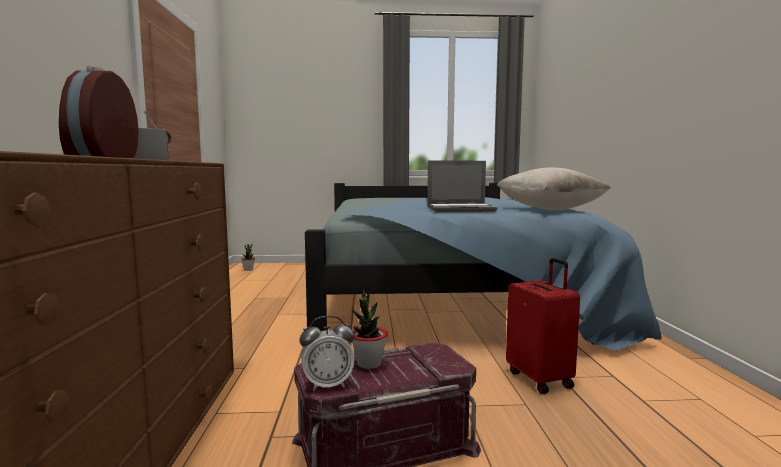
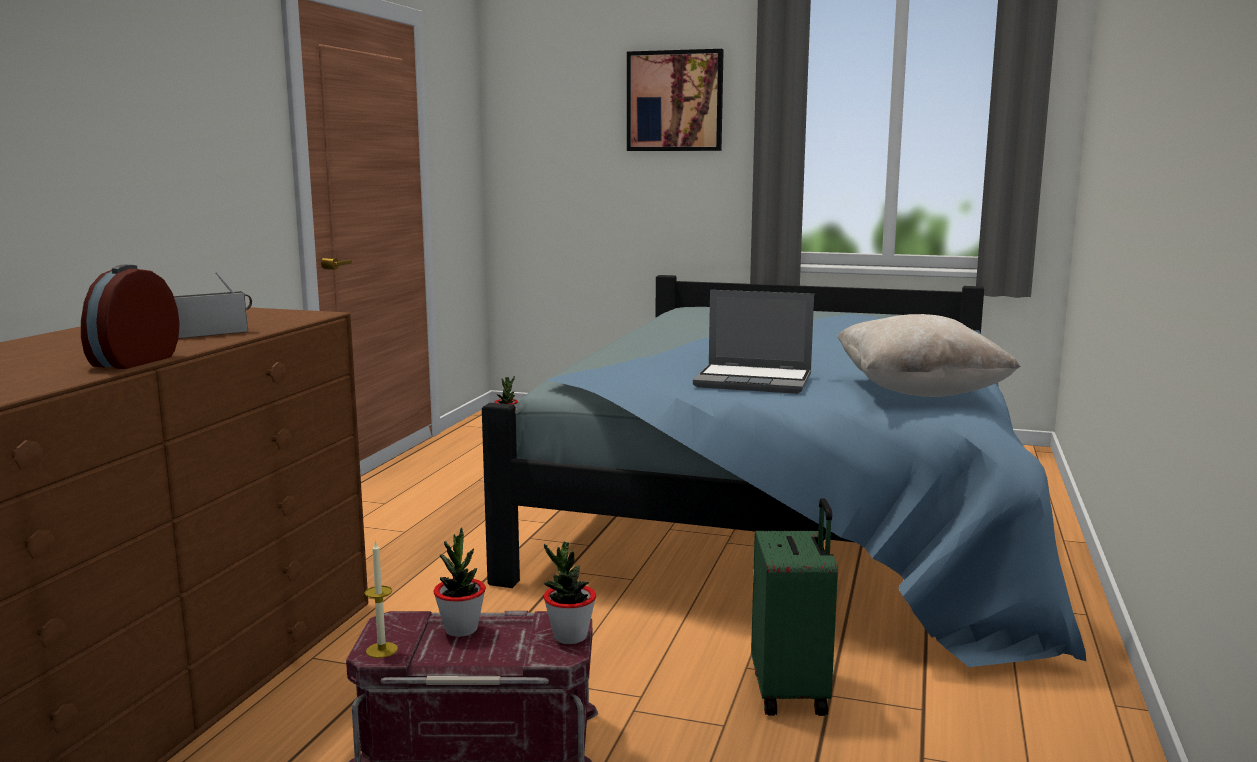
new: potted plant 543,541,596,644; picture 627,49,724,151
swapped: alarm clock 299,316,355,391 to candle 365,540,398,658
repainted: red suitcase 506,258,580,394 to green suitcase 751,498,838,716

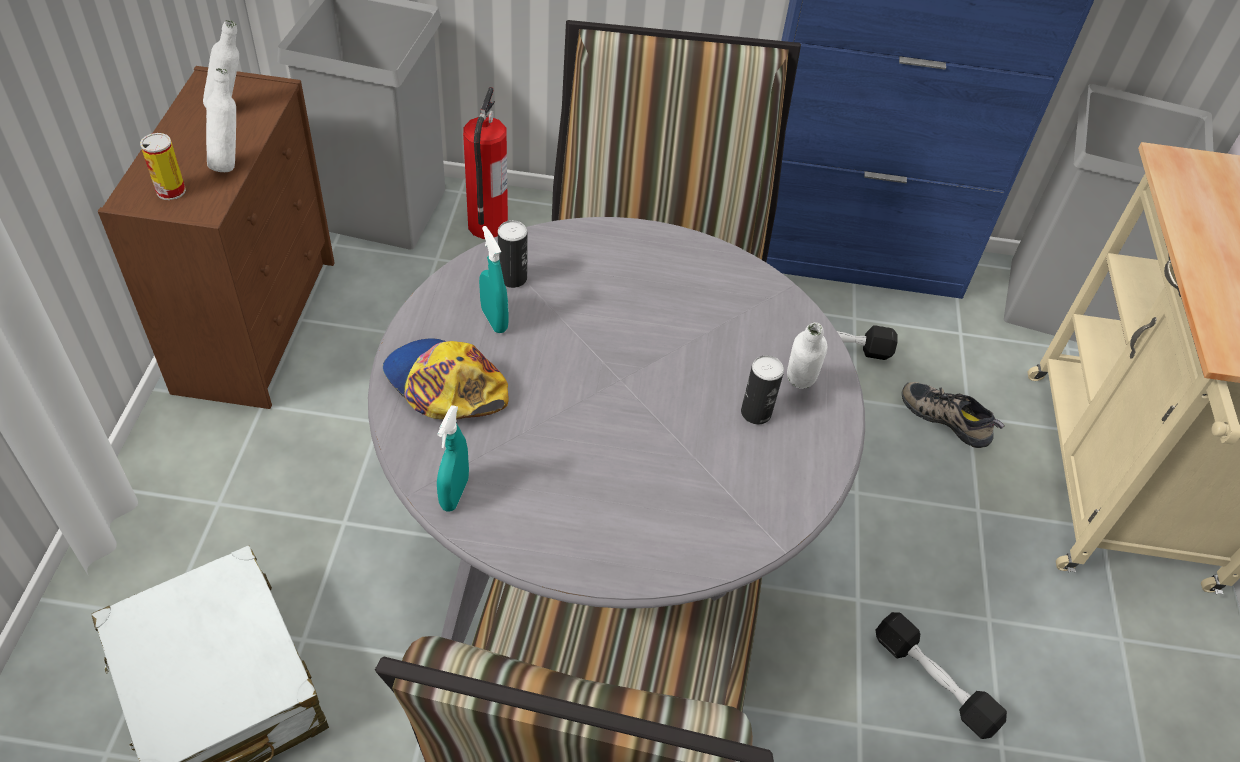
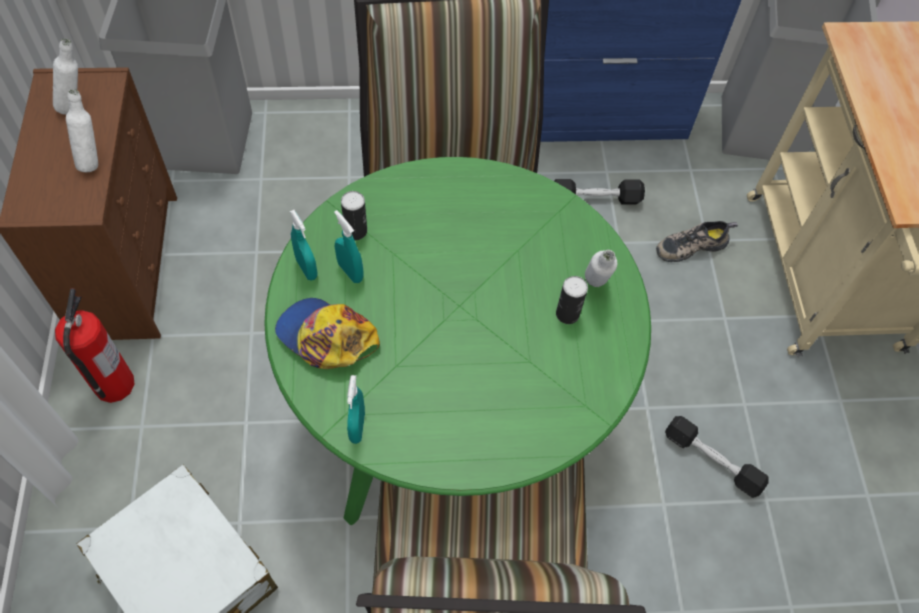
gone: can 140,133,186,200
new: turquoise spray bottle 290,210,318,281
shifted: fire extinguisher 463,87,508,239 to 55,288,135,403
repainted: grey dining table 368,217,865,643 to green dining table 264,157,651,525
rotated: shoe 902,382,1004,448 = 656,221,738,262 45 degrees counterclockwise

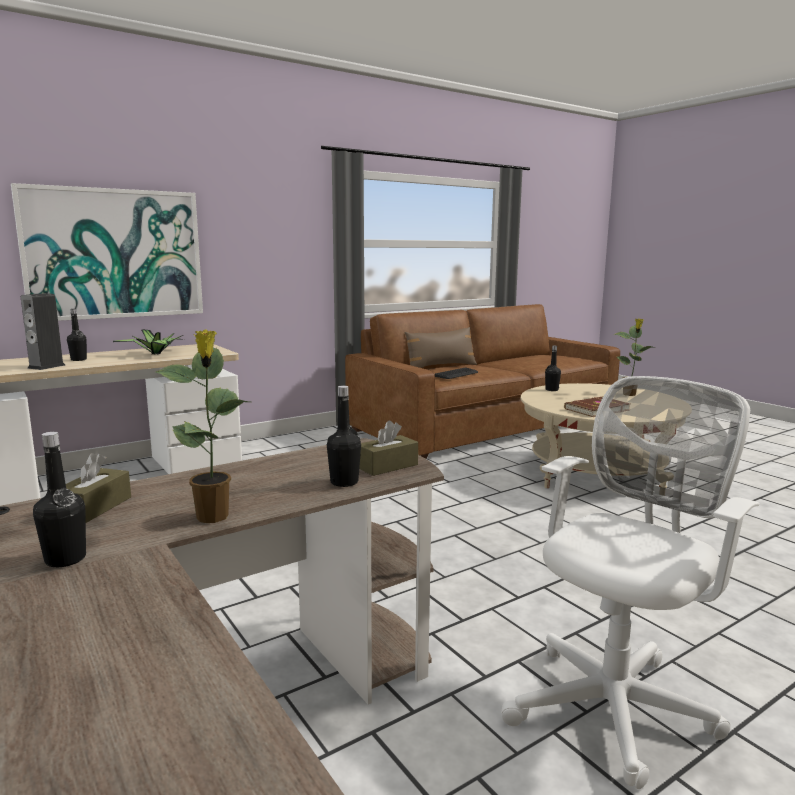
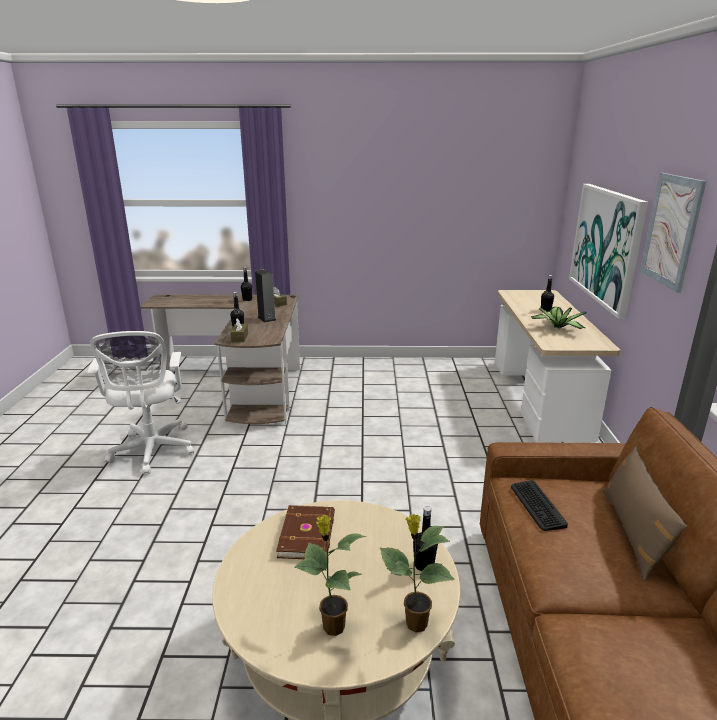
new: picture 640,173,706,293
shifted: speaker 21,293,65,370 to 255,269,277,323; potted plant 156,330,250,523 to 380,514,455,633

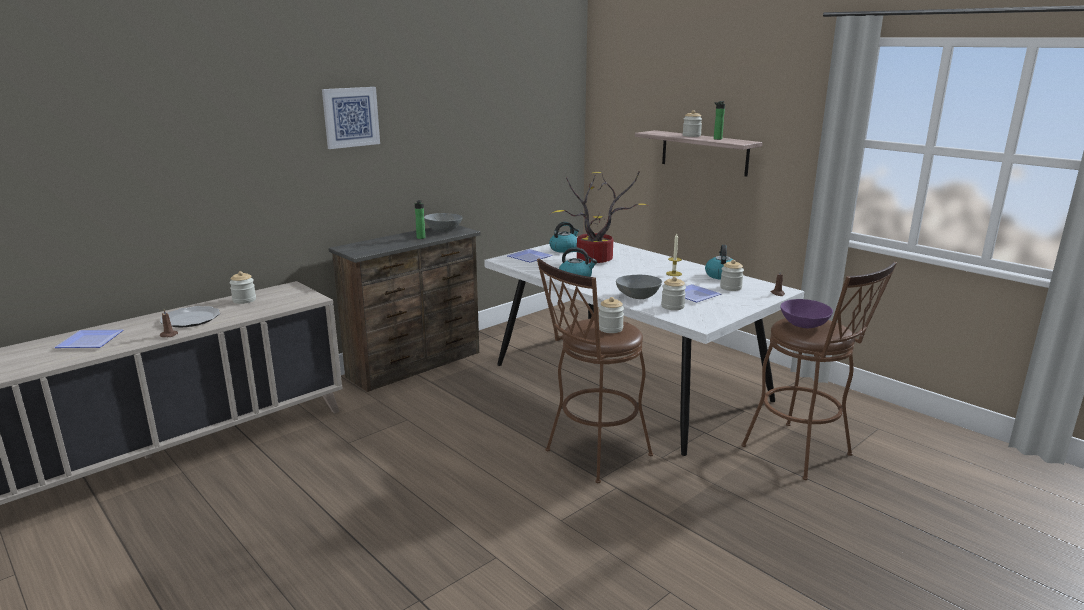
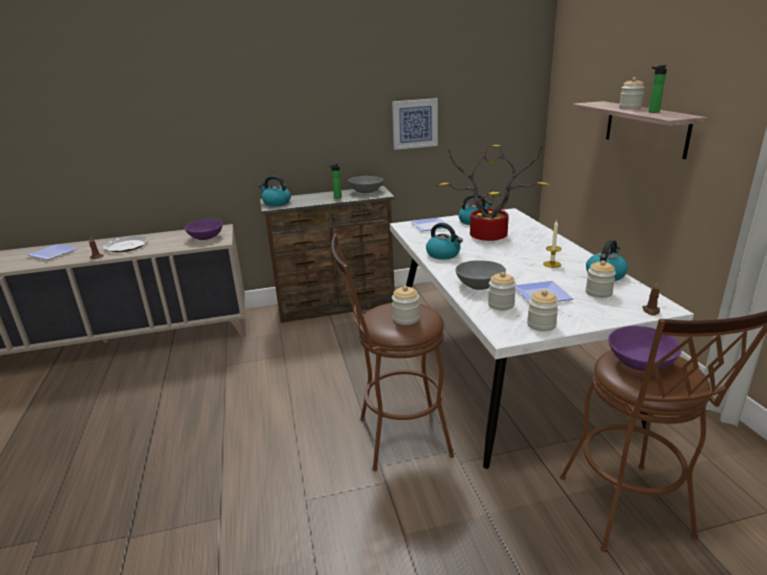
new: purple bowl 184,219,223,240; kettle 259,176,291,206
shifted: jar 230,271,256,304 to 527,290,559,331; picture 322,87,380,149 to 392,98,438,150

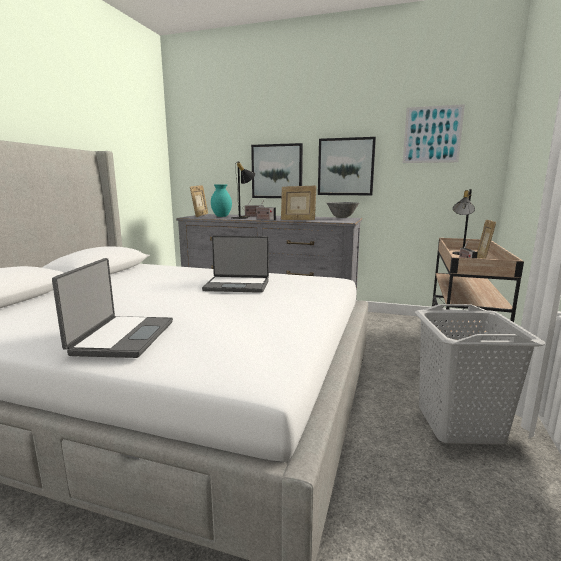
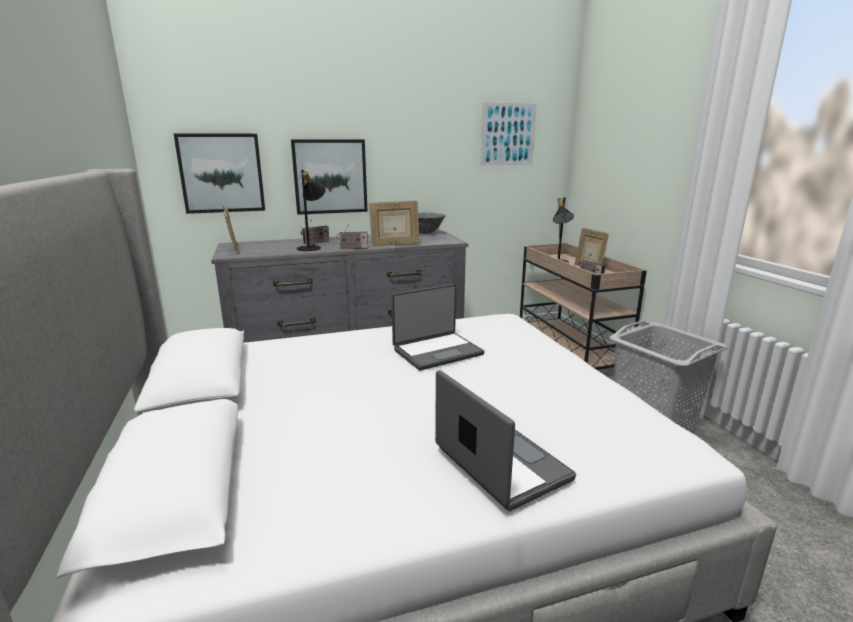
gone: turquoise vase 211,185,232,217
shifted: picture 318,137,376,195 to 173,133,265,214

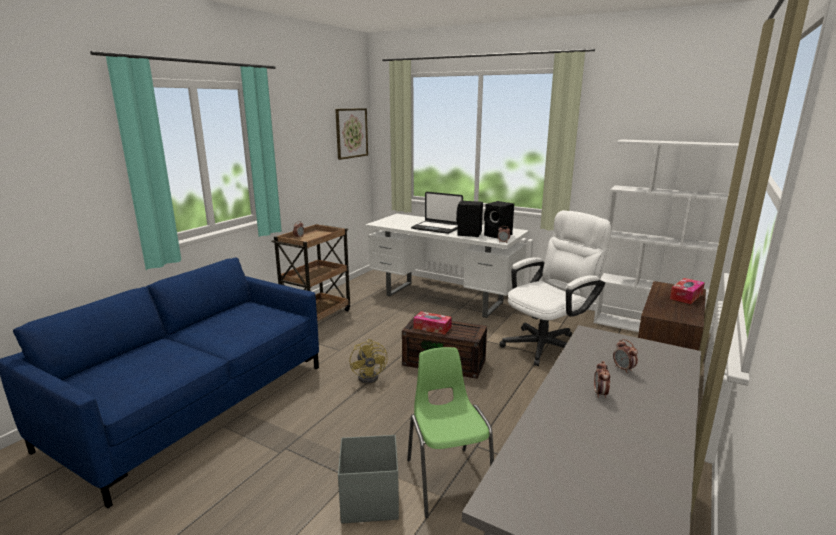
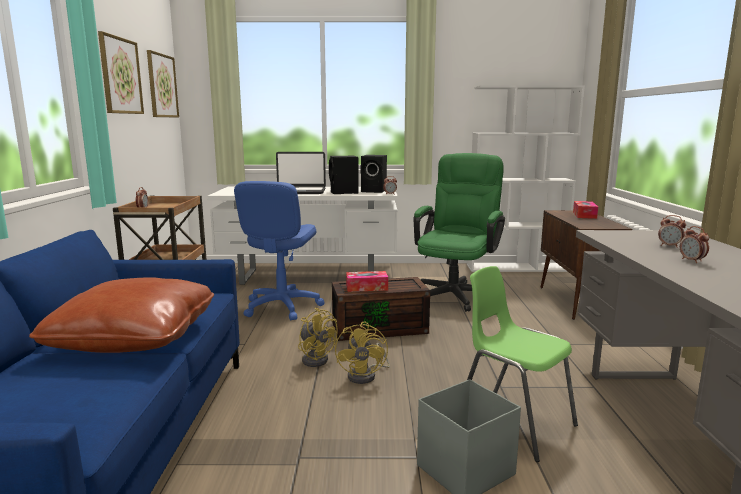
new: brown pillow 29,278,214,353; picture 98,31,144,114; blue office chair 234,181,324,320; yellow fan 335,321,390,384
repainted: white office chair 499,210,611,366 to green office chair 413,153,505,312

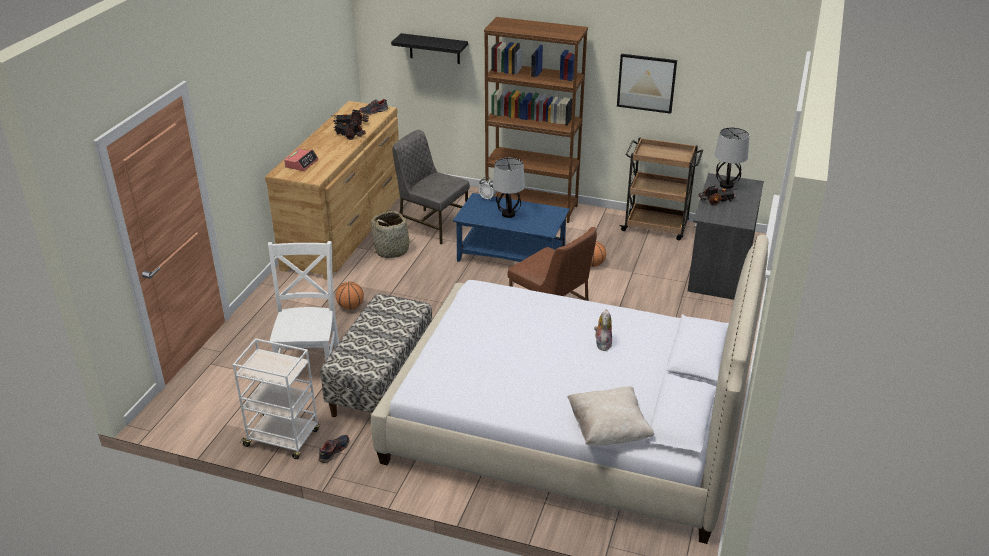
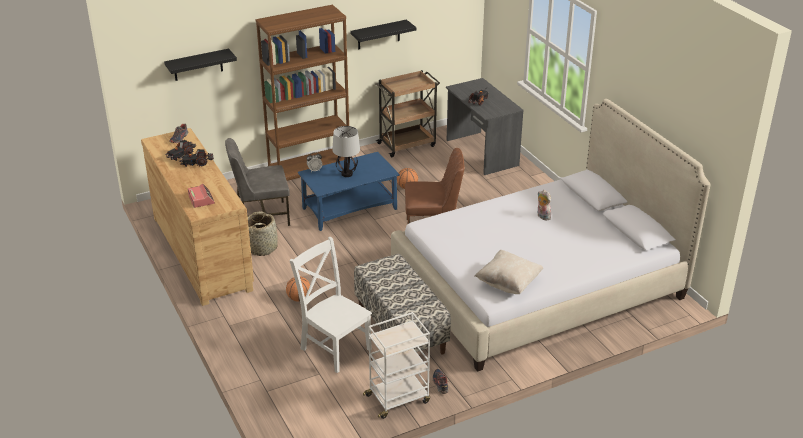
gone: table lamp 715,127,749,189
shifted: beige pillow 567,386,654,446 to 475,250,543,294
swapped: picture 617,54,677,114 to black shelf 350,20,416,49

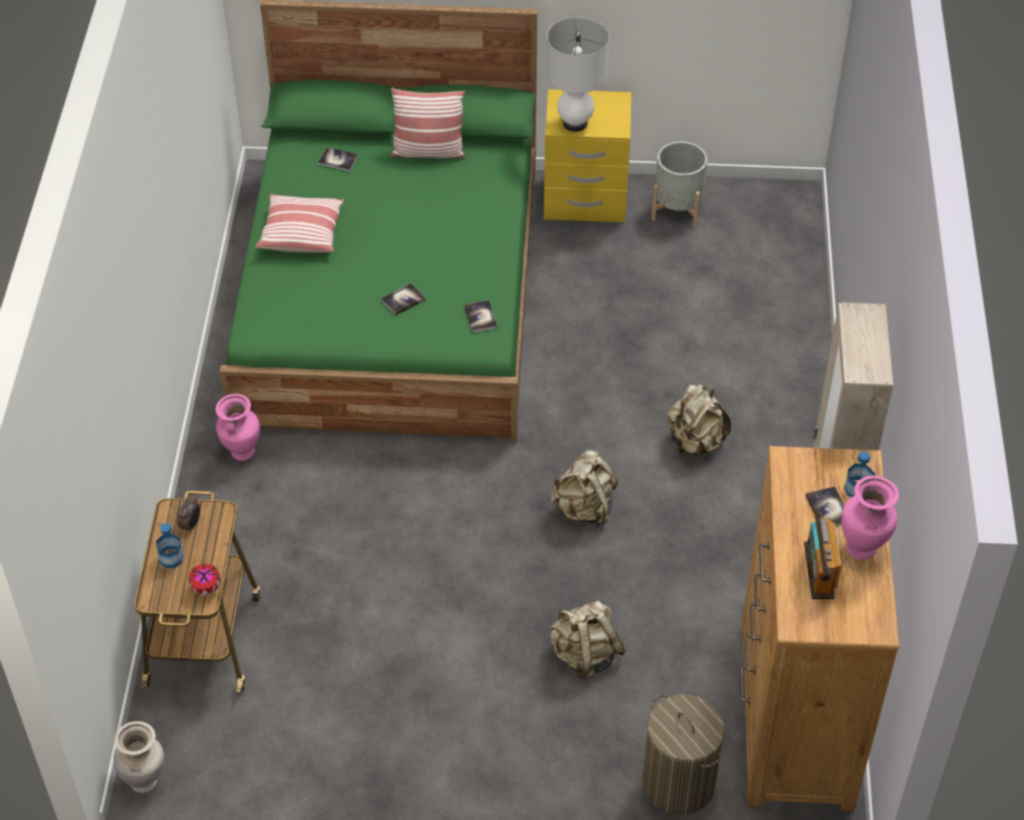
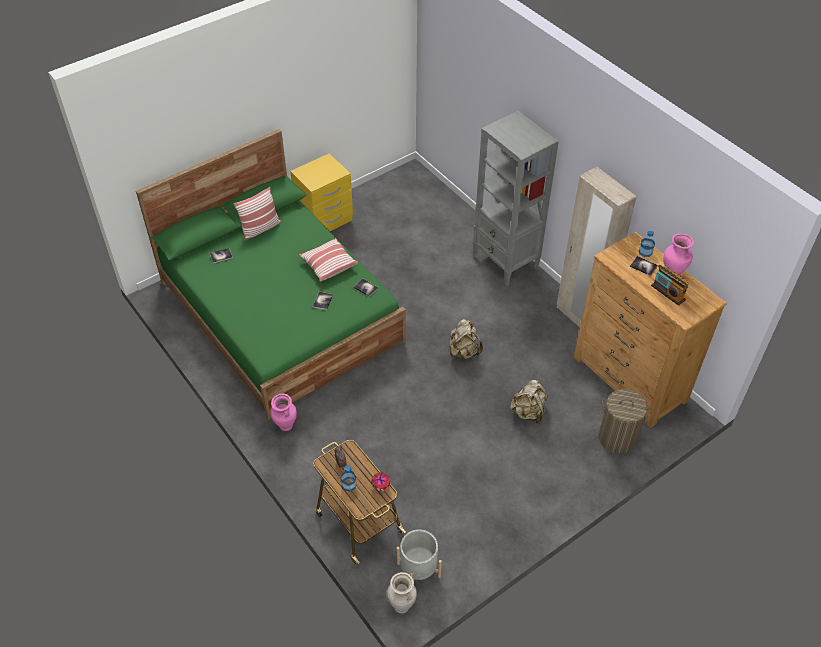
gone: white table lamp 546,17,609,132; beige backpack 667,384,731,456
new: grey bookcase 473,111,559,286
shifted: pillow 255,194,344,253 to 299,238,358,282; grey planter 651,141,707,228 to 397,530,442,580

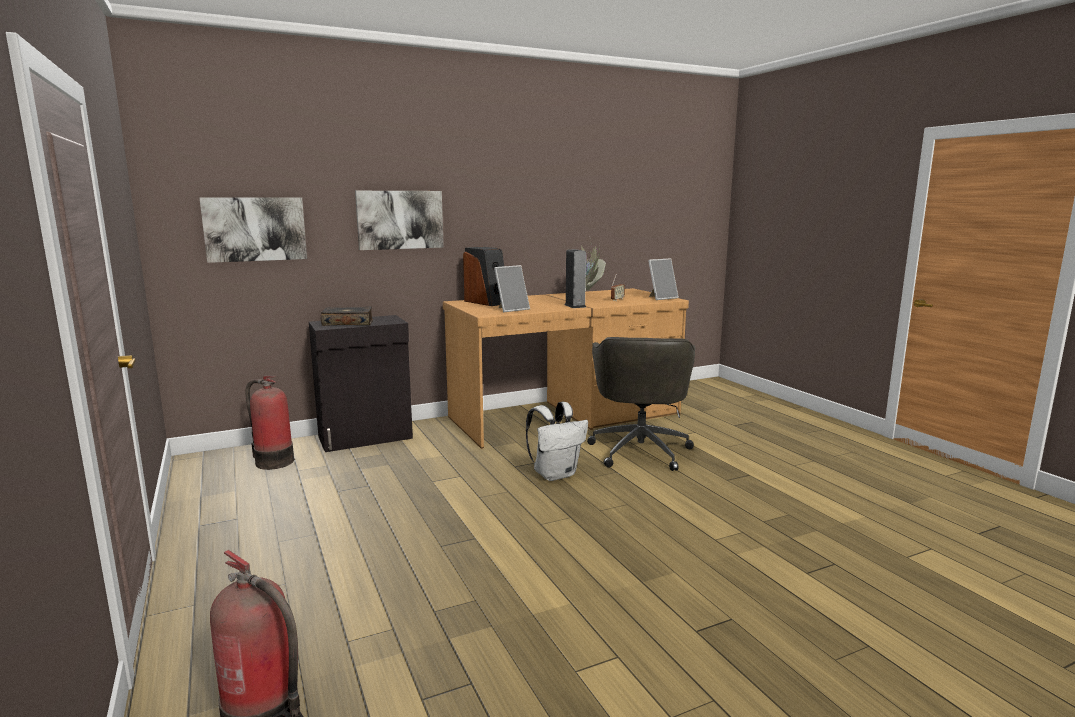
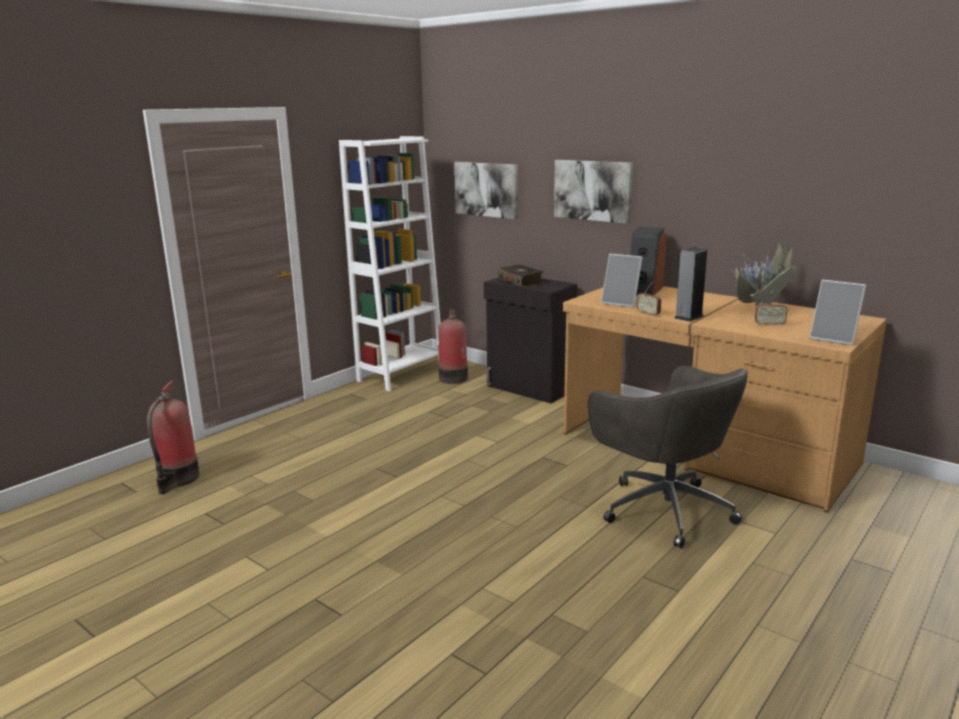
gone: white backpack 526,402,588,481
new: white bookcase 339,136,441,392; radio 637,281,661,316
rotated: grey office chair 587,337,695,471 = 588,366,748,548 105 degrees counterclockwise

